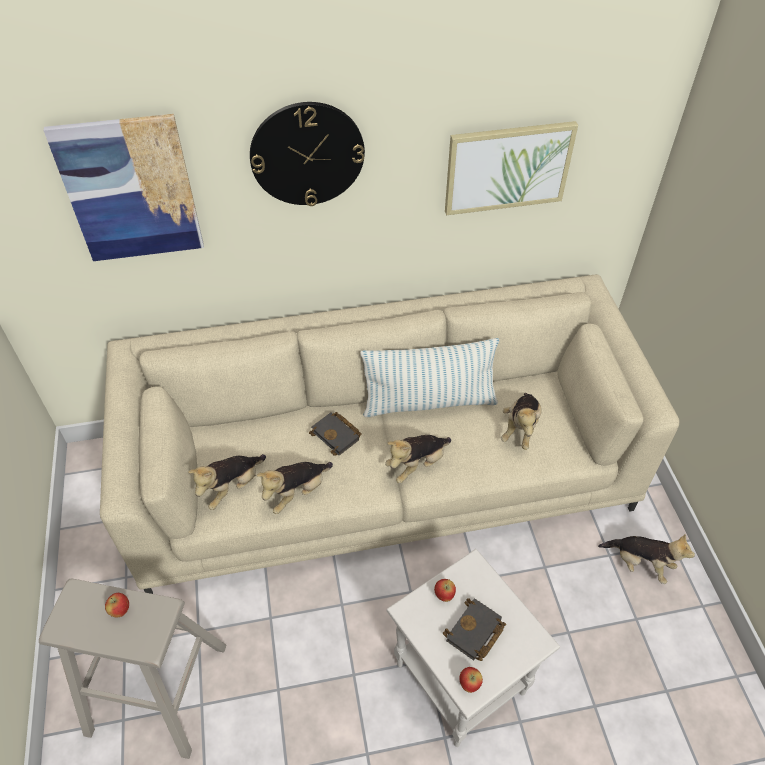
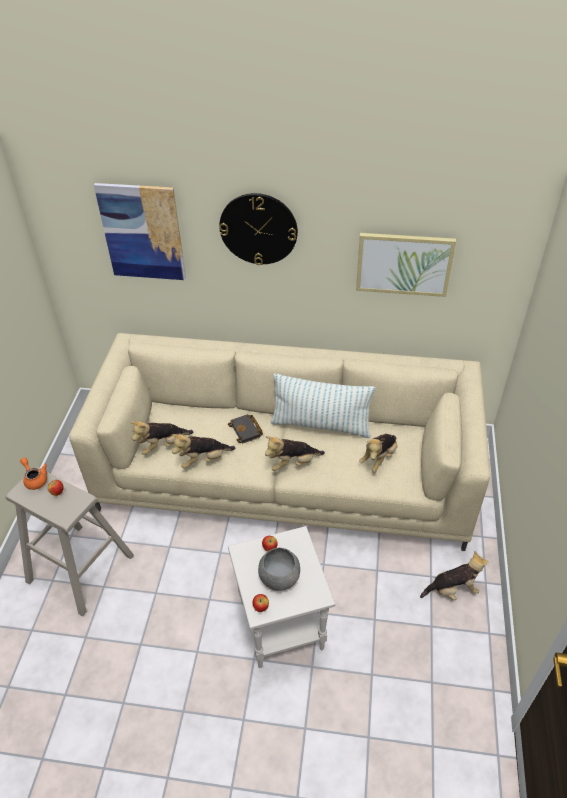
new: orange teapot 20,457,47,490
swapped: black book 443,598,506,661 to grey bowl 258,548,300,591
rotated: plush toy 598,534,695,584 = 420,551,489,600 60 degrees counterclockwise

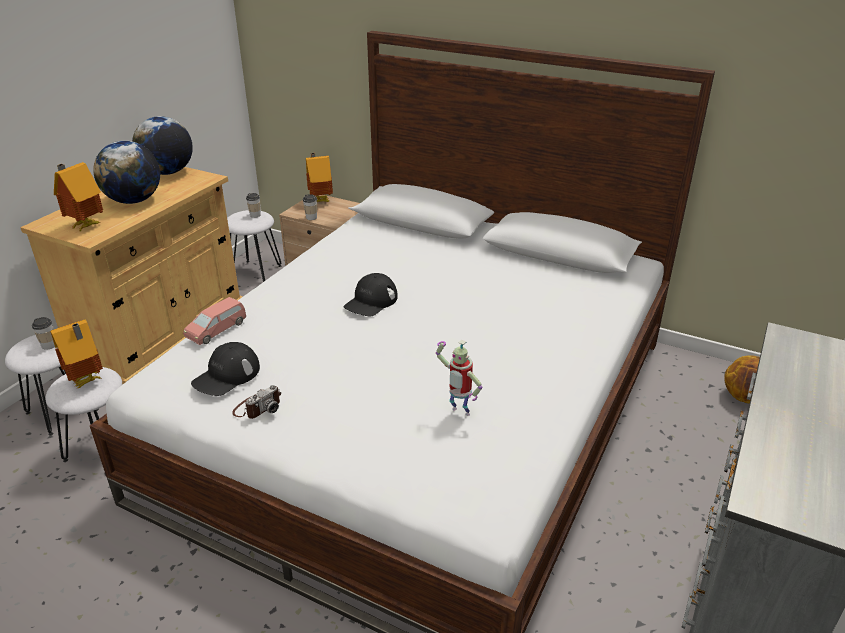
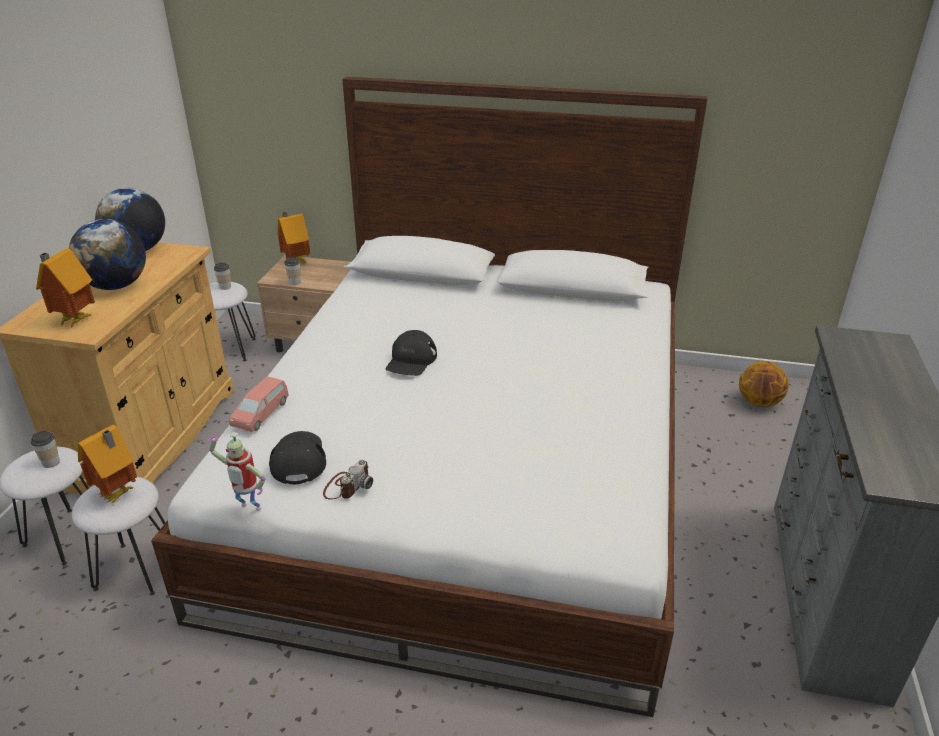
shifted: toy robot 436,340,483,416 to 208,432,265,511
rotated: black cap 191,342,260,396 = 269,431,326,484 150 degrees clockwise

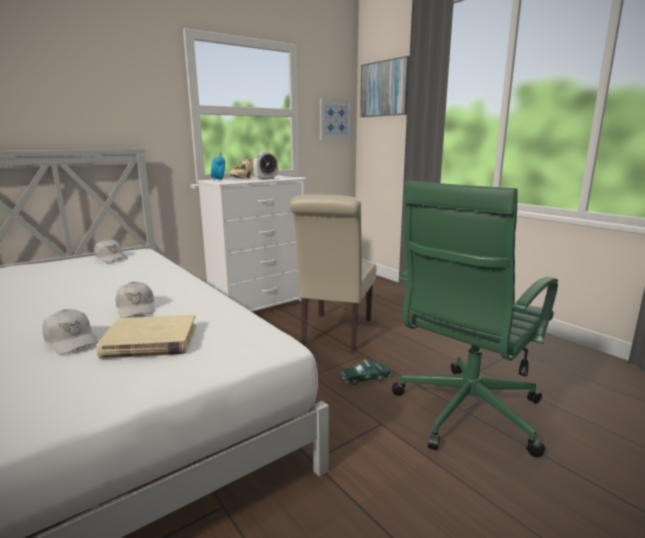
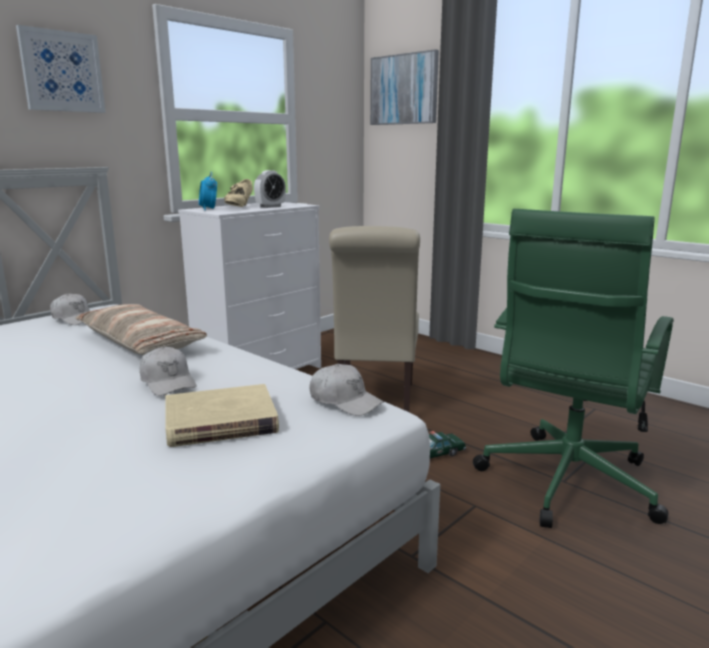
new: pillow 75,304,207,355
shifted: white cap 43,309,99,354 to 309,364,384,416; picture 320,98,352,140 to 16,25,106,113

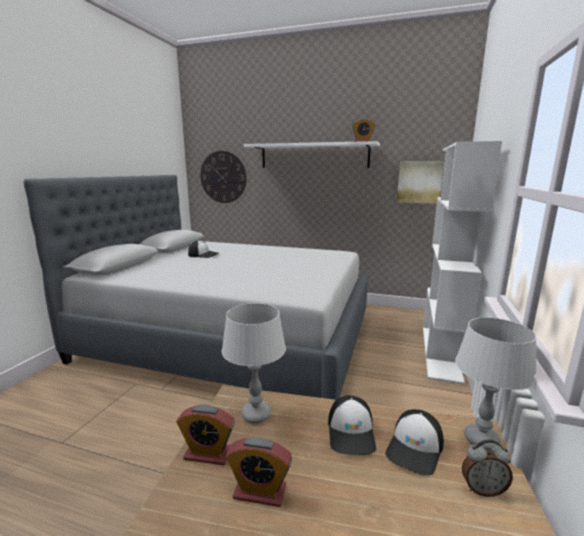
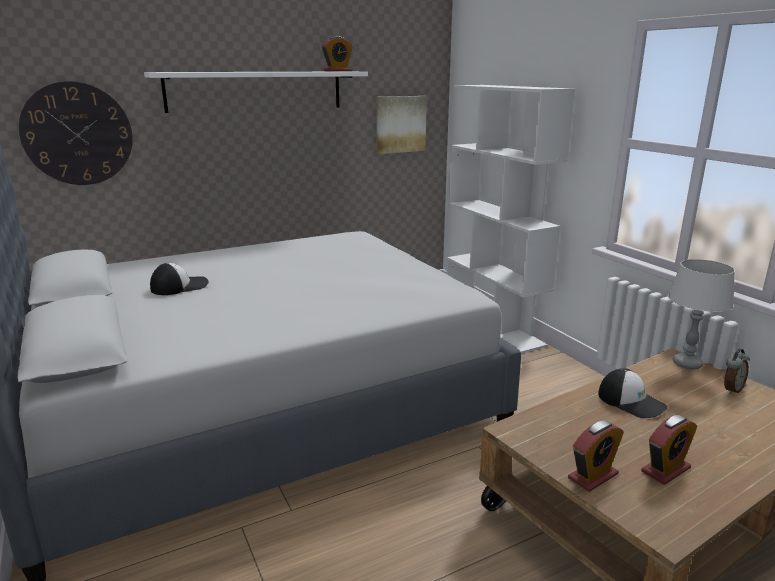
gone: grey table lamp 222,303,286,423; cap 385,409,444,476

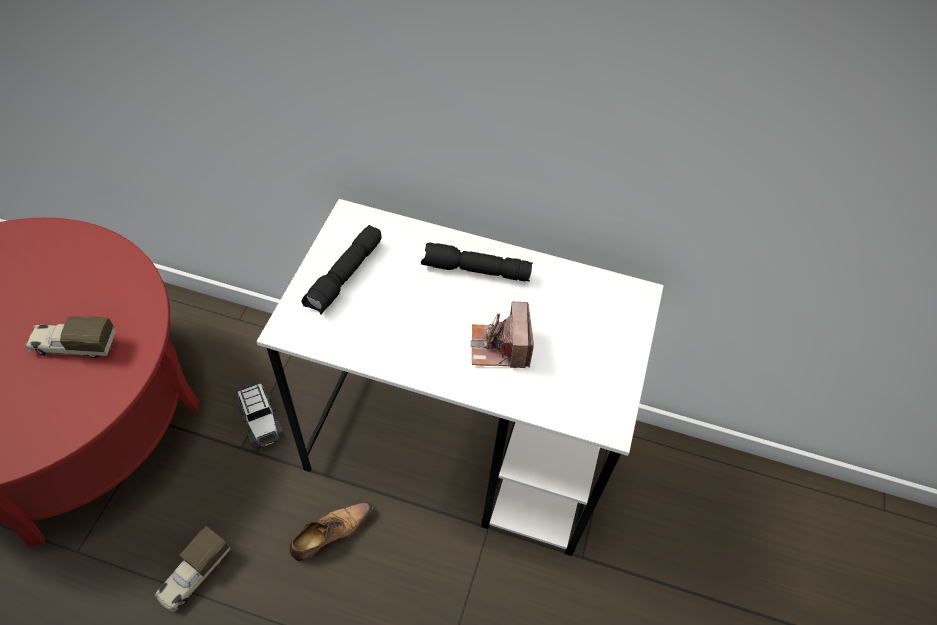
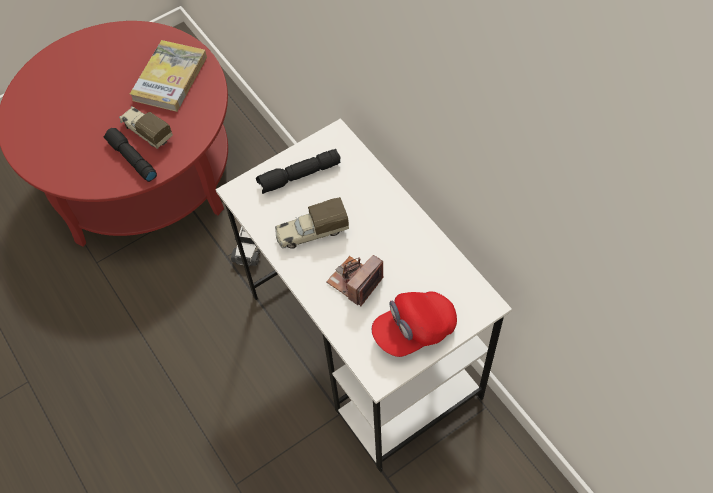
gone: shoe 289,502,373,561
new: book 130,40,207,112; red cap 372,291,457,357
shifted: toy truck 155,526,231,612 to 275,197,349,249; black flashlight 421,242,533,282 to 103,128,157,182

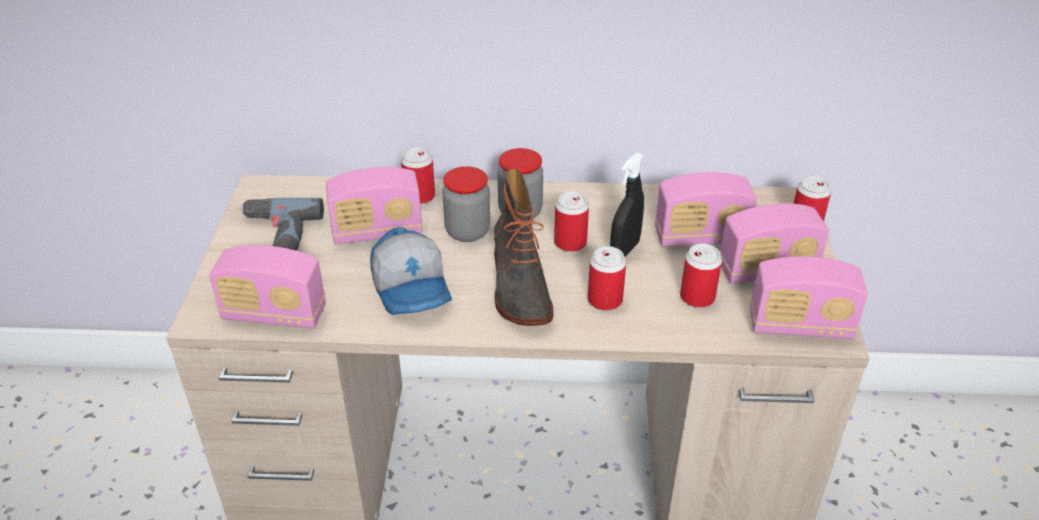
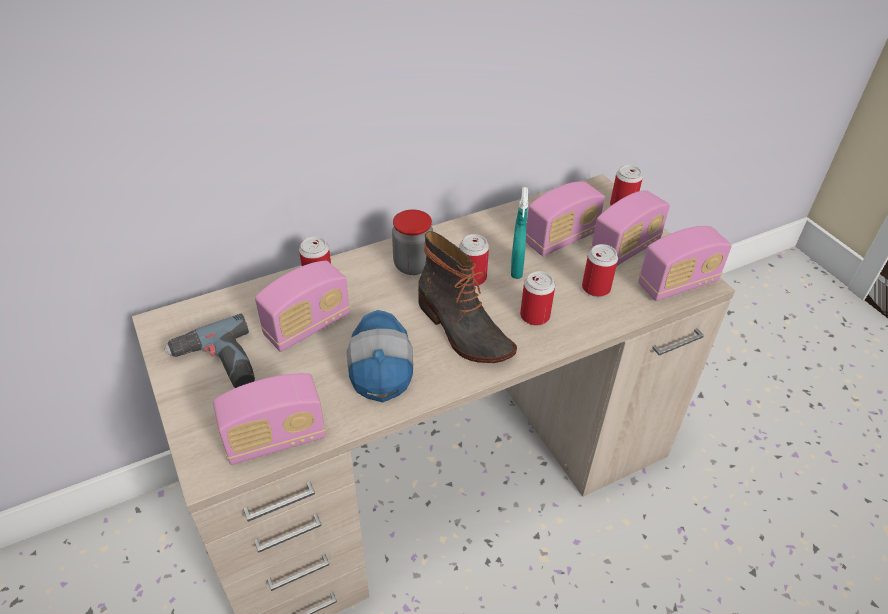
gone: jar 442,166,490,242
repainted: black spray bottle 610,153,644,257 to turquoise spray bottle 511,187,528,279
rotated: cap 370,227,452,315 = 346,310,413,402 135 degrees counterclockwise

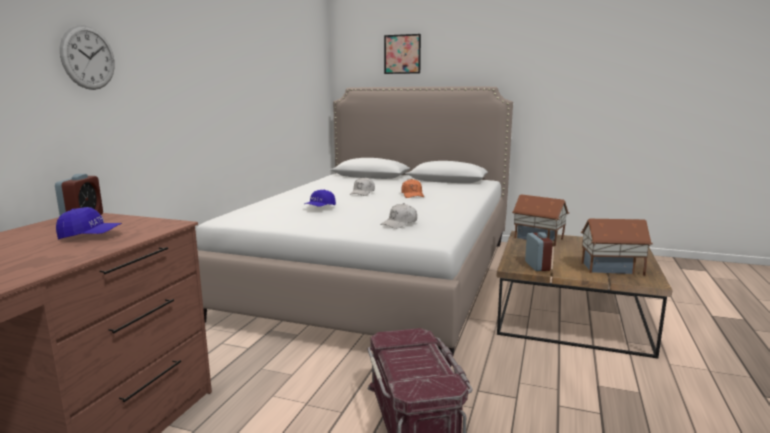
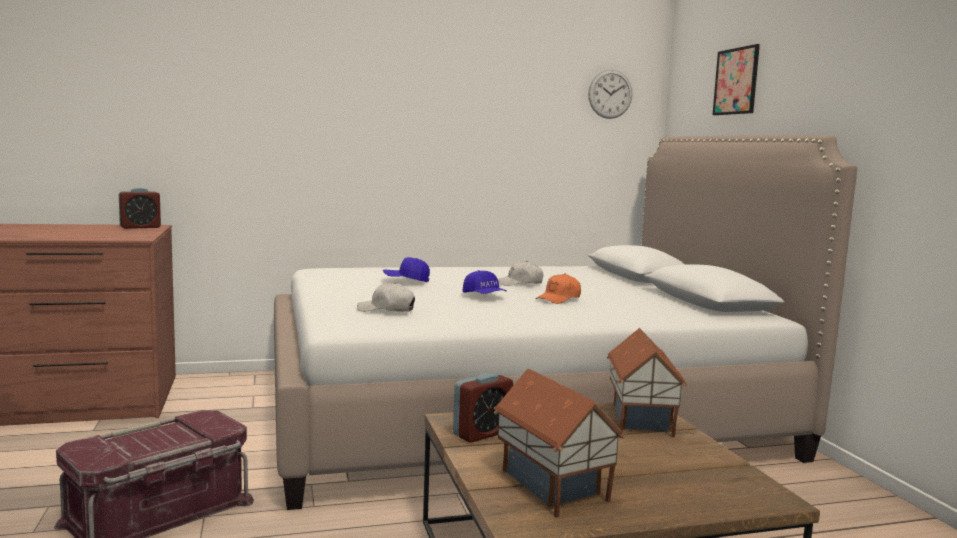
shifted: blue cap 56,207,122,239 to 463,270,507,294; wall clock 60,25,115,90 to 588,70,632,119

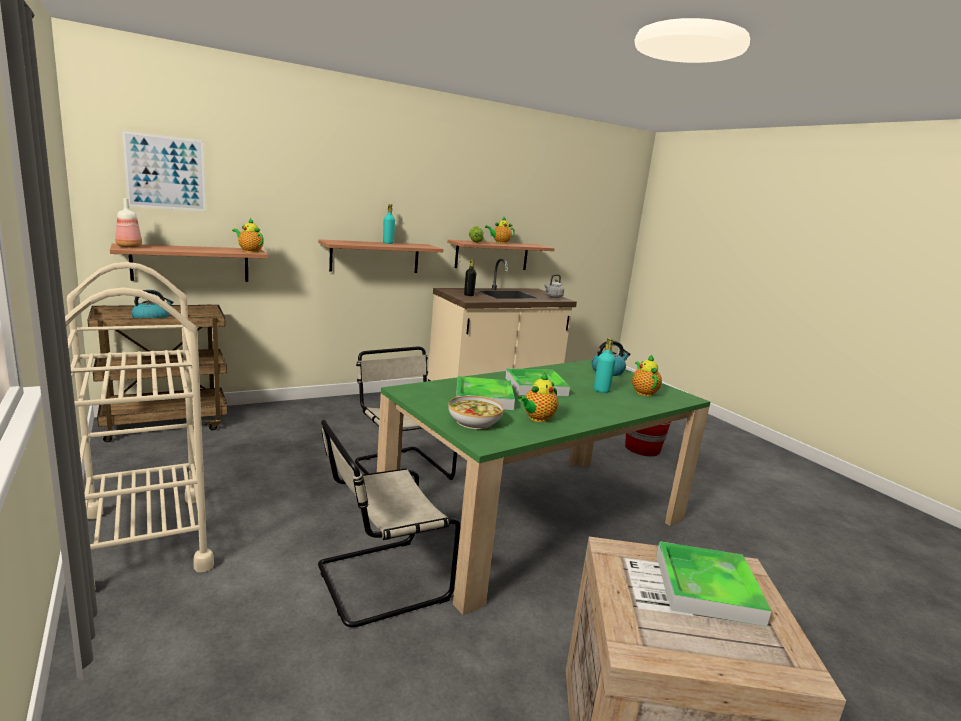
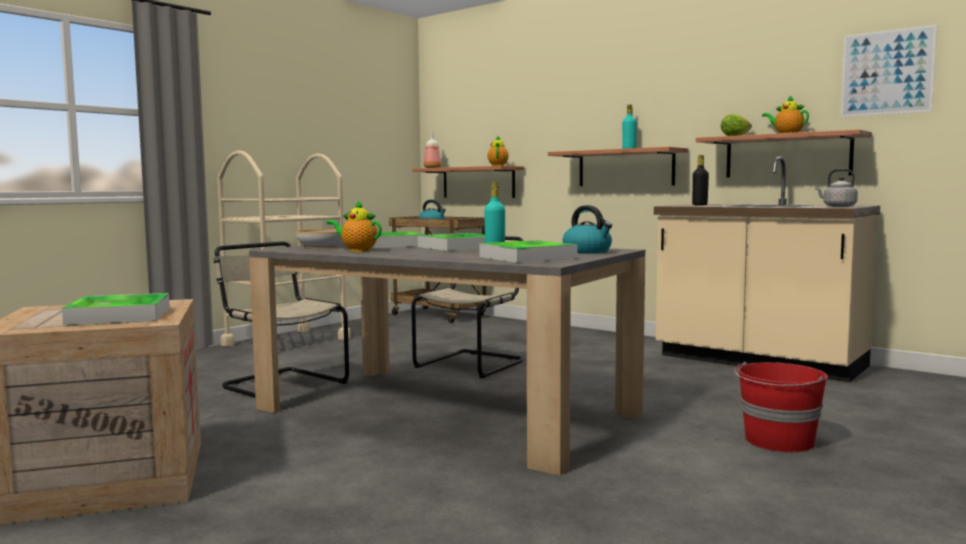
shifted: picture 122,131,206,211 to 840,24,937,117
swapped: teapot 632,354,662,396 to tray 480,240,578,263
repainted: green dining table 377,359,710,615 to grey dining table 249,243,645,476

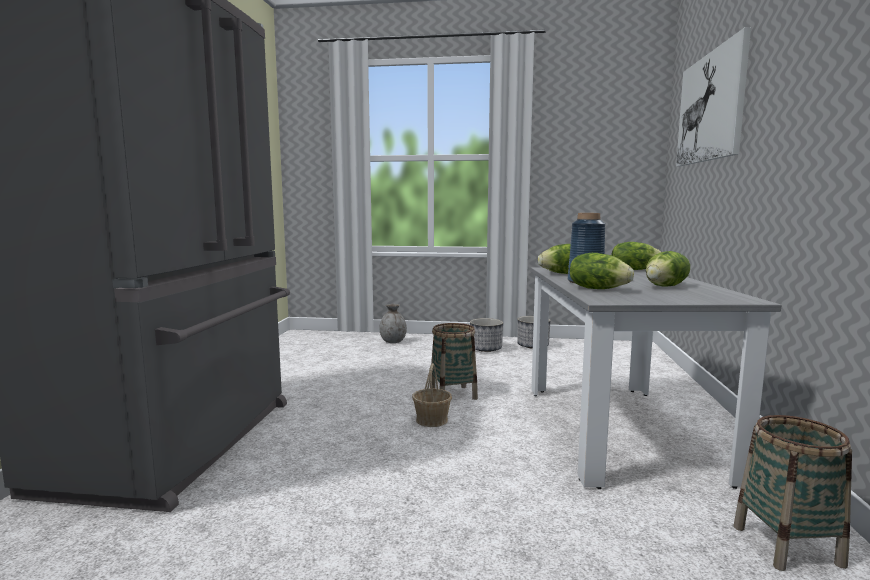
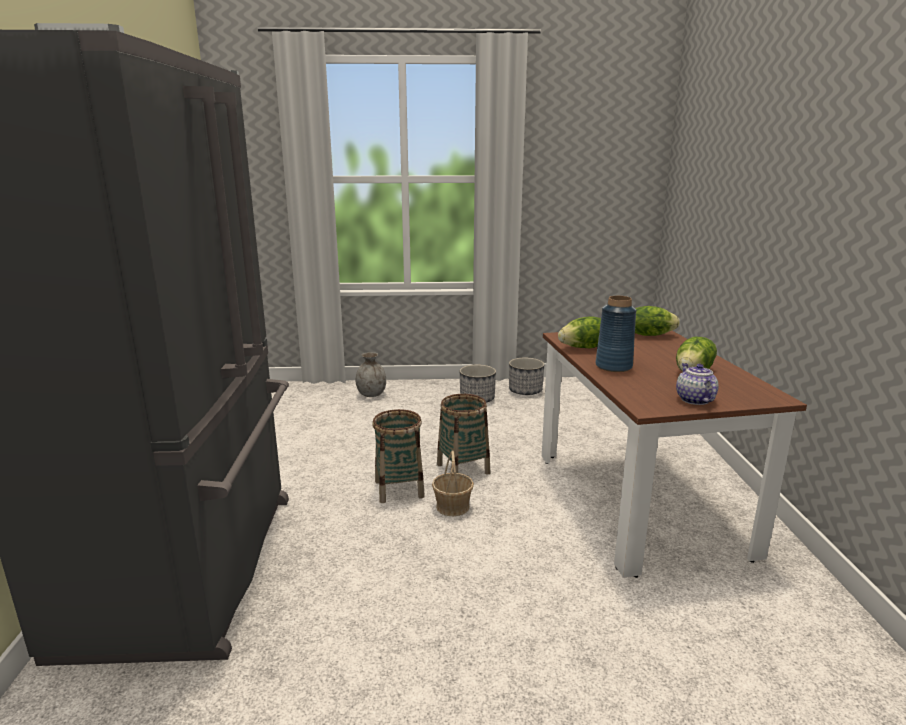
gone: lettuce 570,253,634,289; picture 676,27,751,166
new: teapot 676,363,719,405
shifted: basket 734,415,852,571 to 372,409,425,503
repainted: grey dining table 531,267,782,489 to brown dining table 542,331,807,578

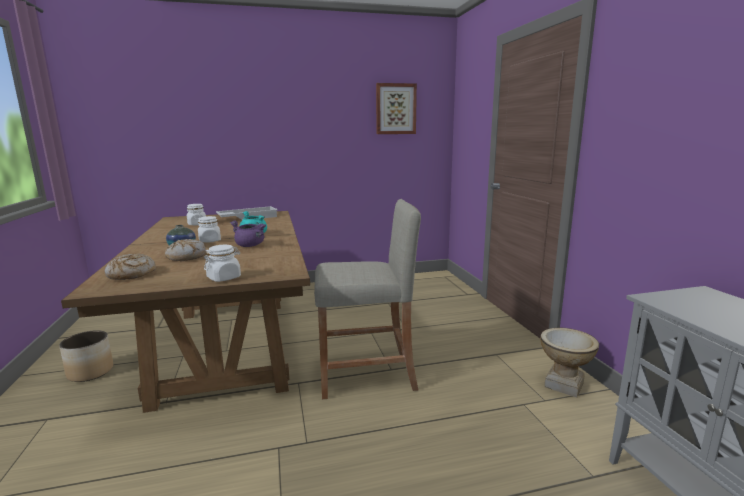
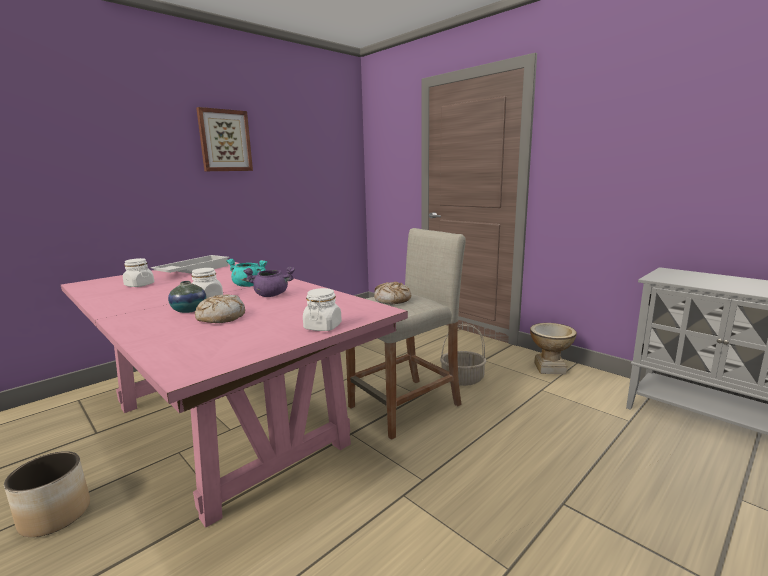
new: basket 440,324,486,386
shifted: bread 105,253,156,280 to 374,282,411,304; picture 376,83,417,134 to 196,107,253,171
repainted: brown dining table 61,211,310,413 to pink dining table 61,262,408,528

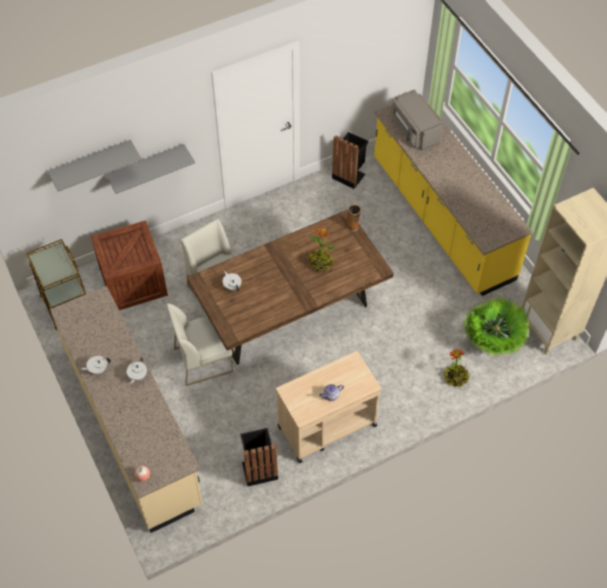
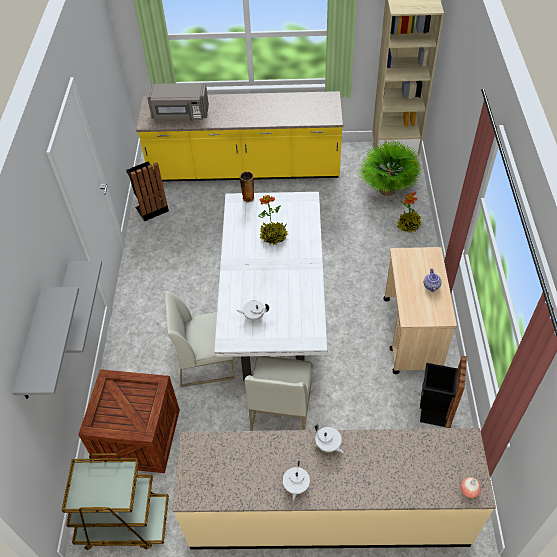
repainted: brown dining table 187,210,394,365 to white dining table 214,192,327,381

